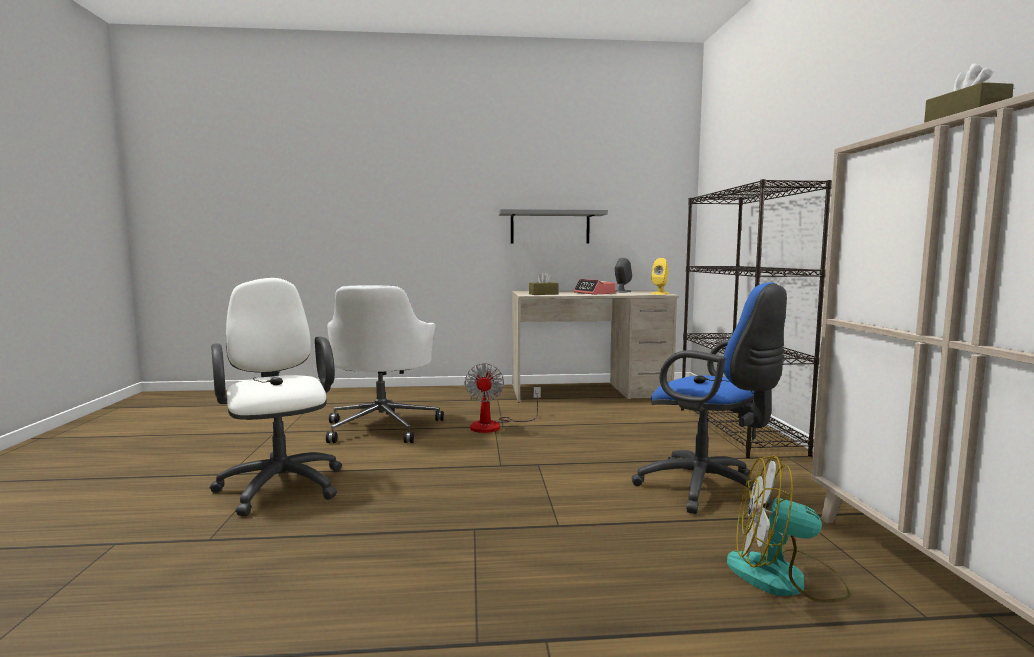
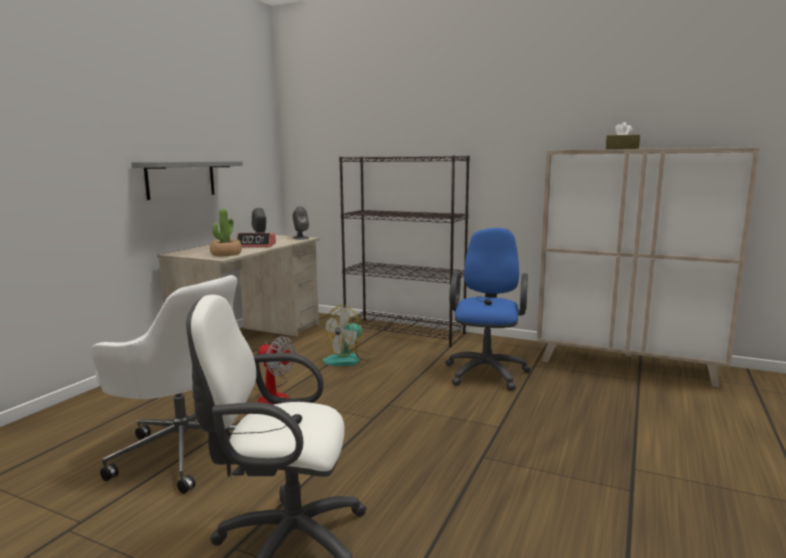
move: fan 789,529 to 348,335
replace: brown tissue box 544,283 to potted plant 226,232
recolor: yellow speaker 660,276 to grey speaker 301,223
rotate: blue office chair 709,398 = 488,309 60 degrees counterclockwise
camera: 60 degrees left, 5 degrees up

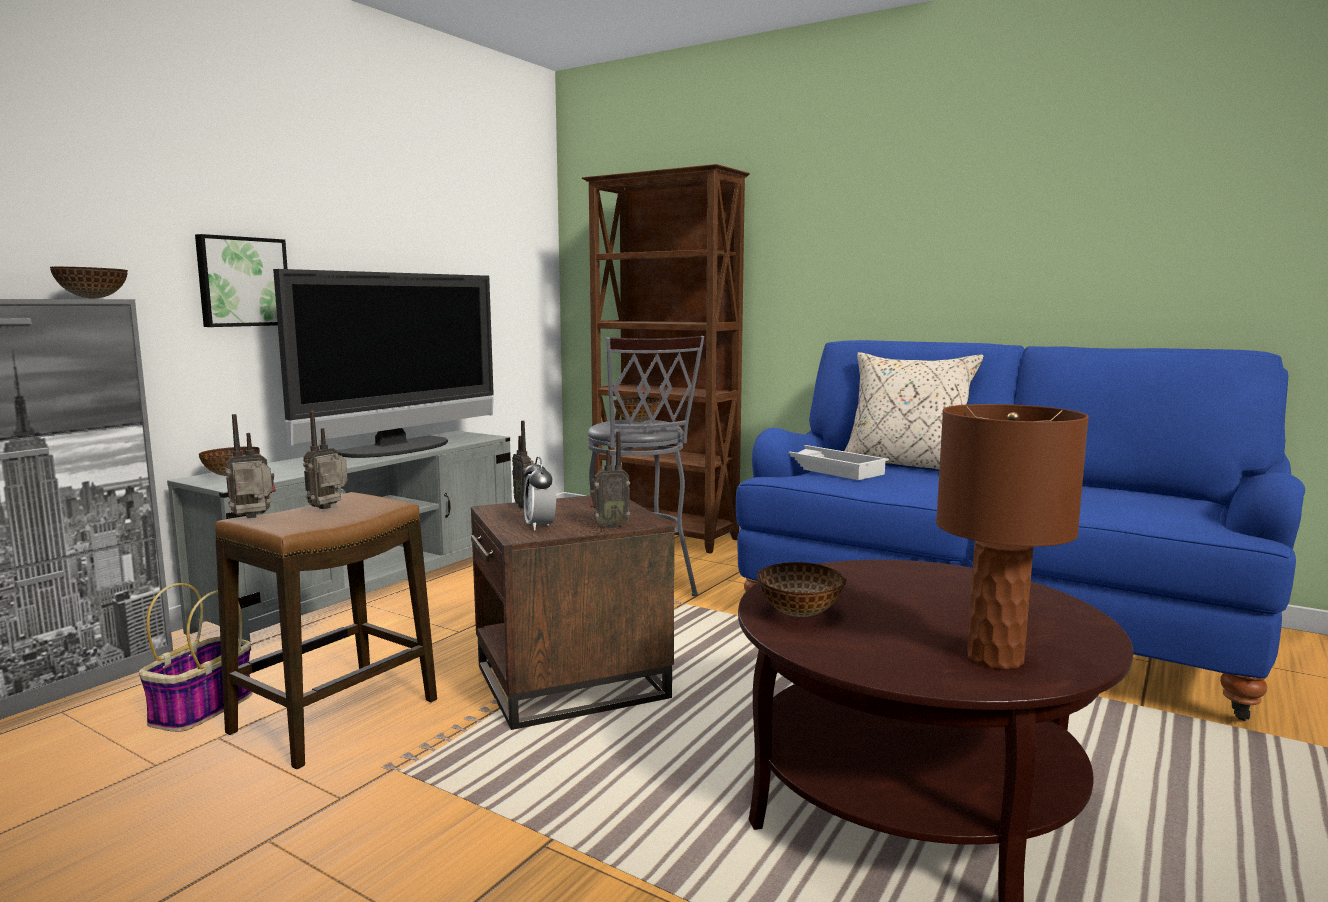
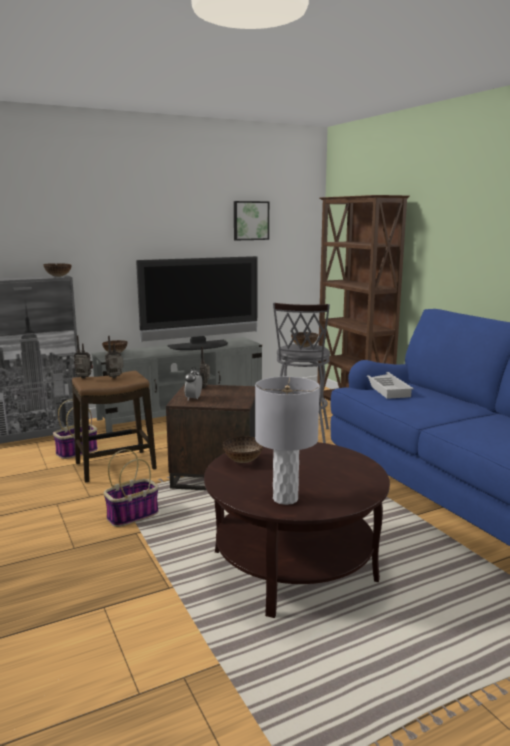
delete: radio 610,479; beige pillow 914,411
insert: basket 131,488
move: picture 241,280 to 251,220
recolor: brown table lamp 1012,537 to grey table lamp 287,441
camera: 30 degrees right, 5 degrees up

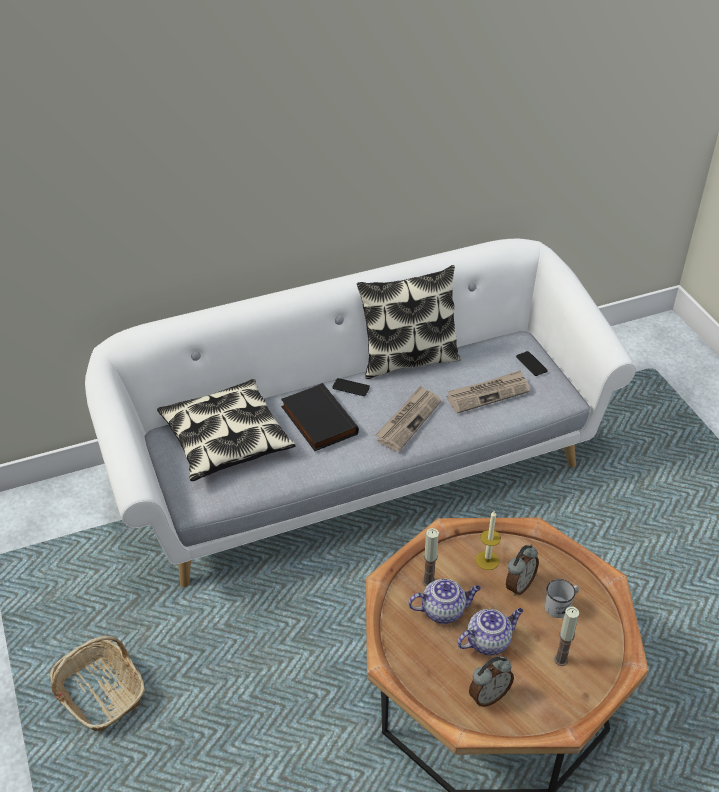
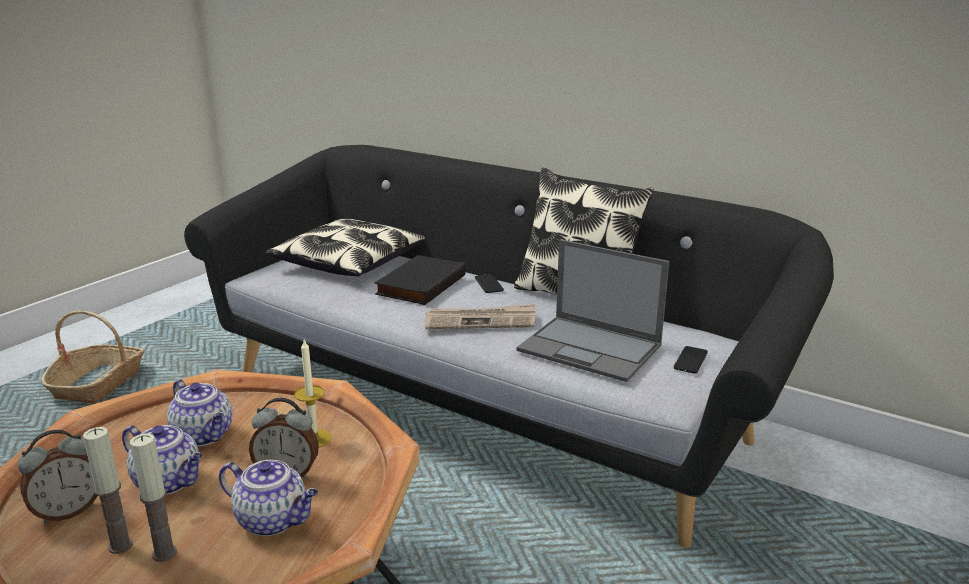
move: candle 430,557 to 108,490
replace: white mug 561,598 to teapot 268,498; newspaper 488,392 to laptop 593,310
recolor: white sofa 360,413 to black sofa 509,346
rotate: alarm clock 491,681 = 58,477 60 degrees counterclockwise
camera: 55 degrees right, 20 degrees down

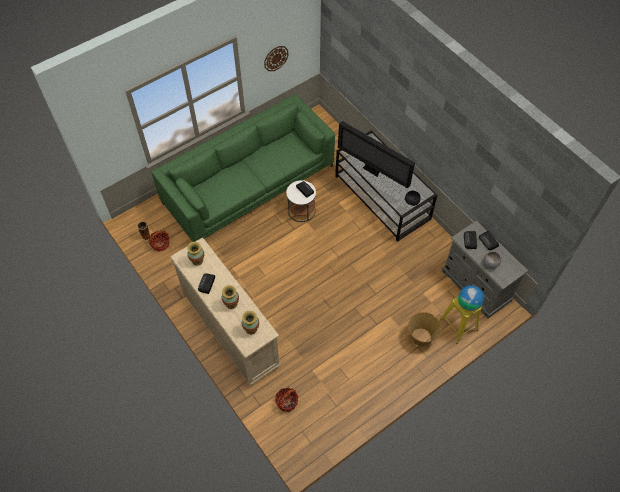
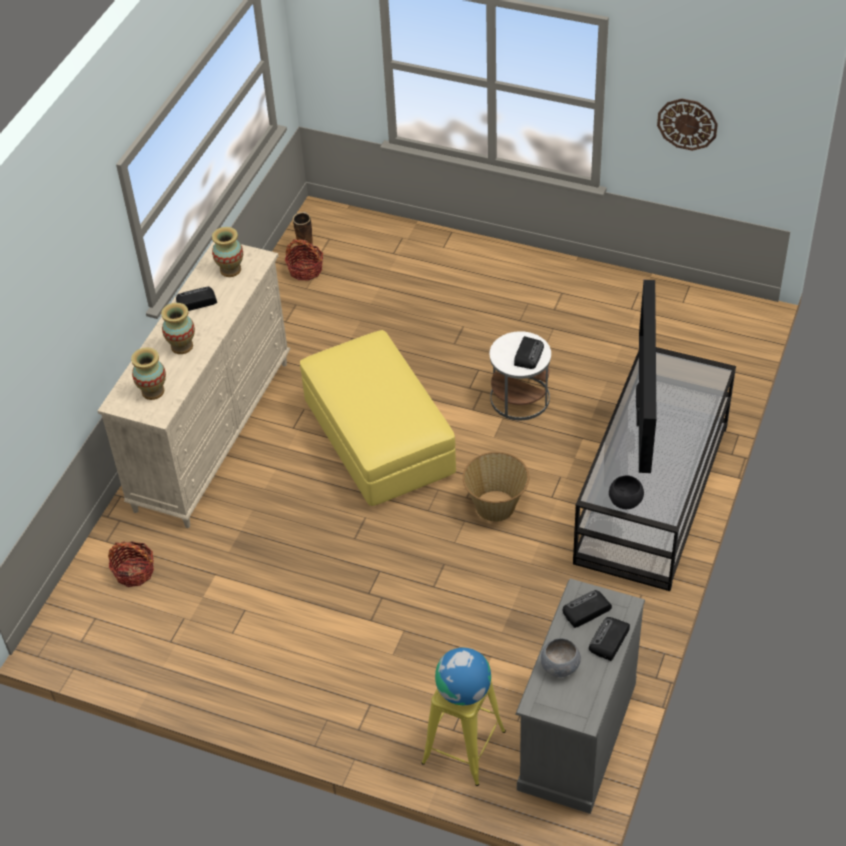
delete: green sofa 243,168
insert: yellow ottoman 378,418
move: basket 425,329 to 496,487
camera: 60 degrees right, 10 degrees down

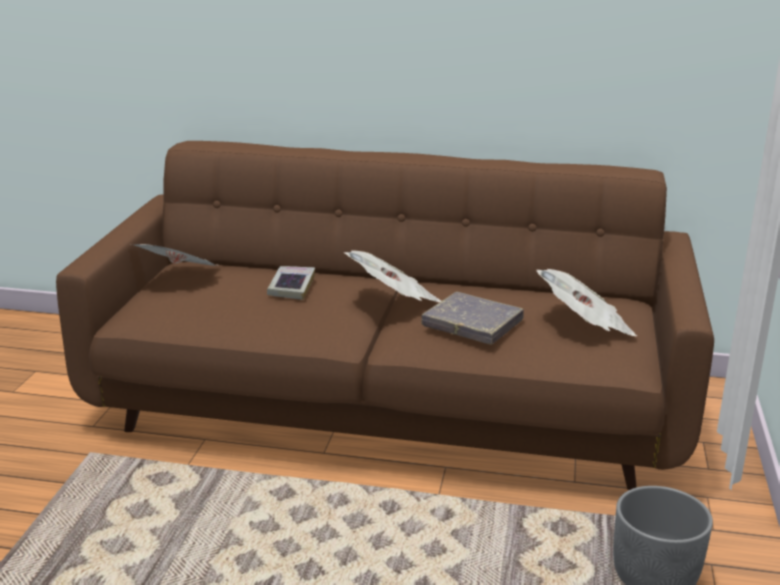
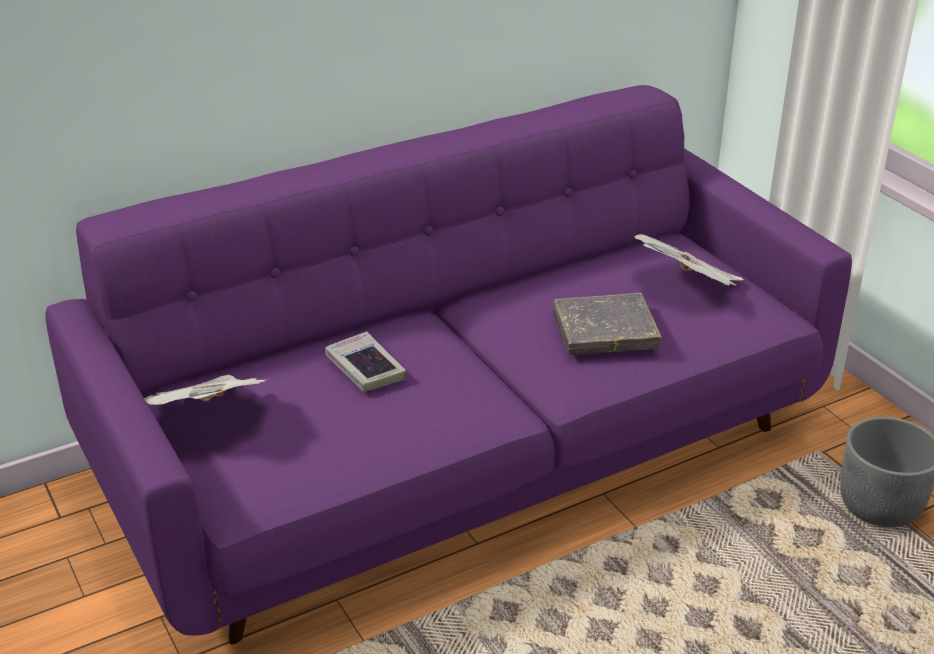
delete: newspaper 392,276
recolor: brown sofa 385,315 to purple sofa 448,364
camera: 40 degrees left, 10 degrees up

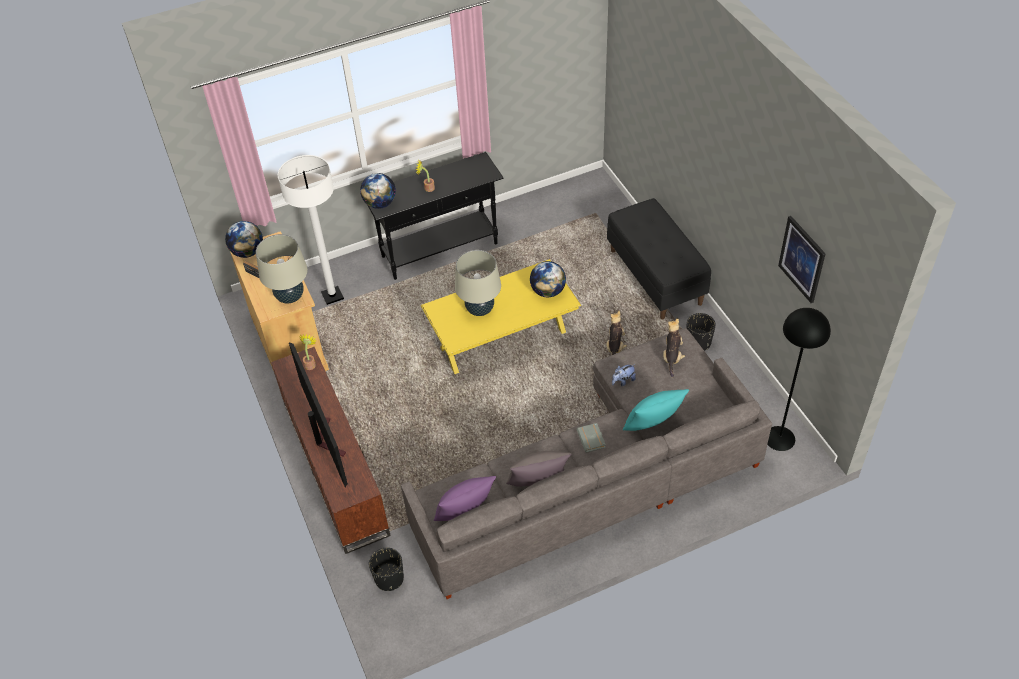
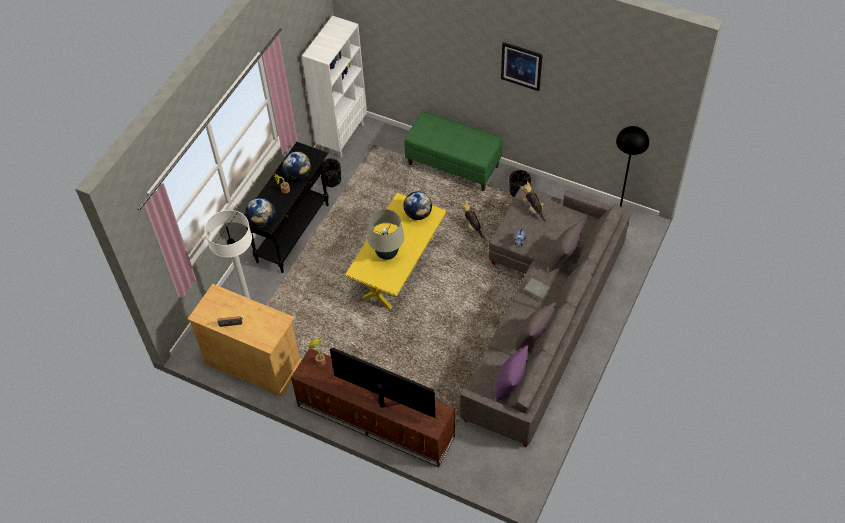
delete: beige table lamp 282,268
insert: white bookcase 334,86
move: globe 244,239 to 296,165; black planter 386,569 to 332,173; picture 802,259 to 522,66
recolor: black bench 659,258 to green bench 453,151; turquoise pillow 656,410 to grey pillow 565,246
camera: 40 degrees left, 5 degrees up

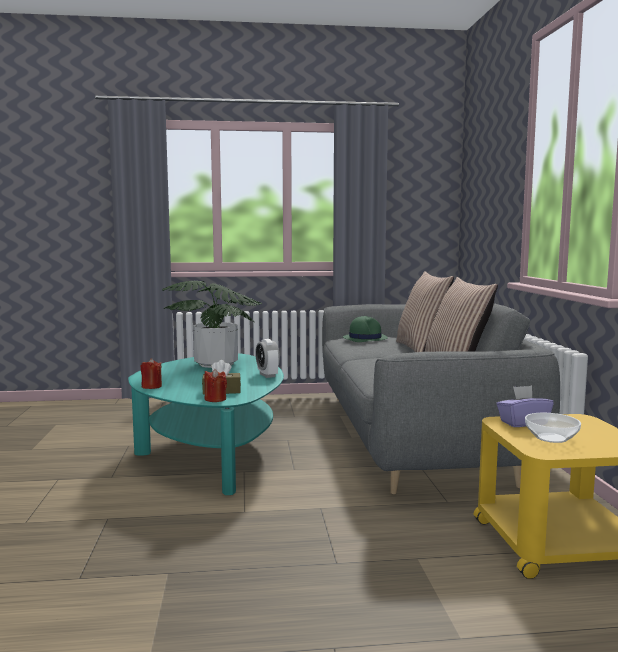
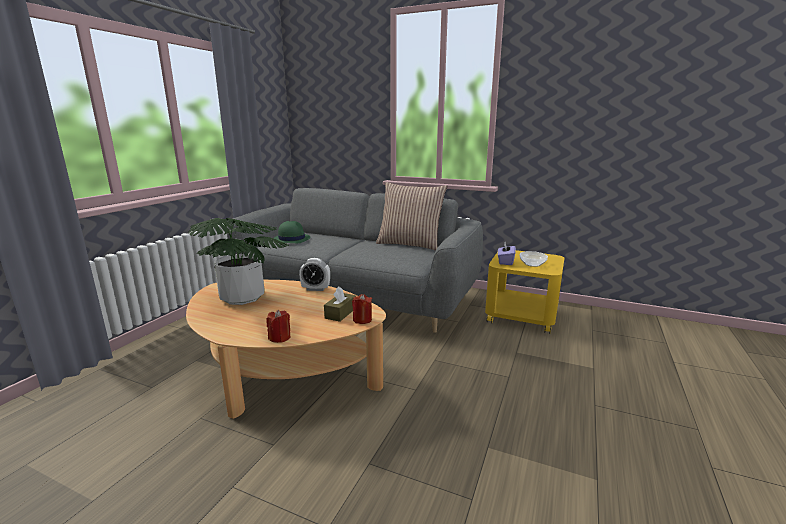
delete: pillow 425,311
recolor: turquoise coffee table 206,424 to beige coffee table 286,349
camera: 60 degrees left, 10 degrees up

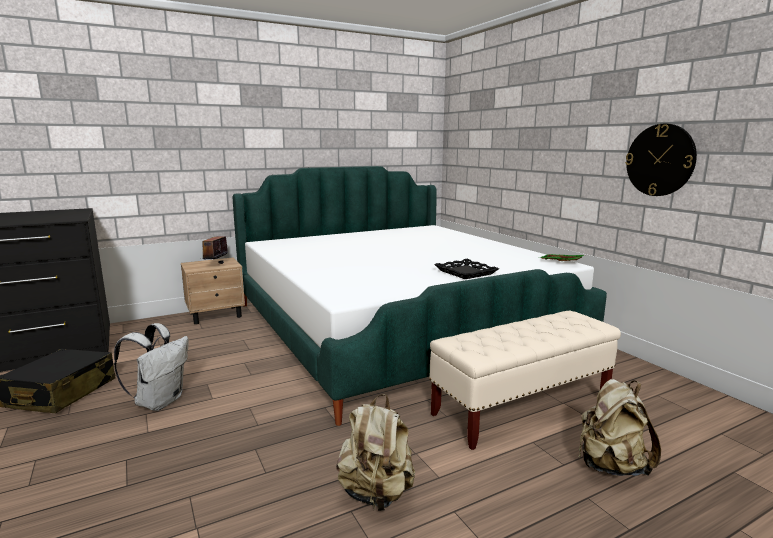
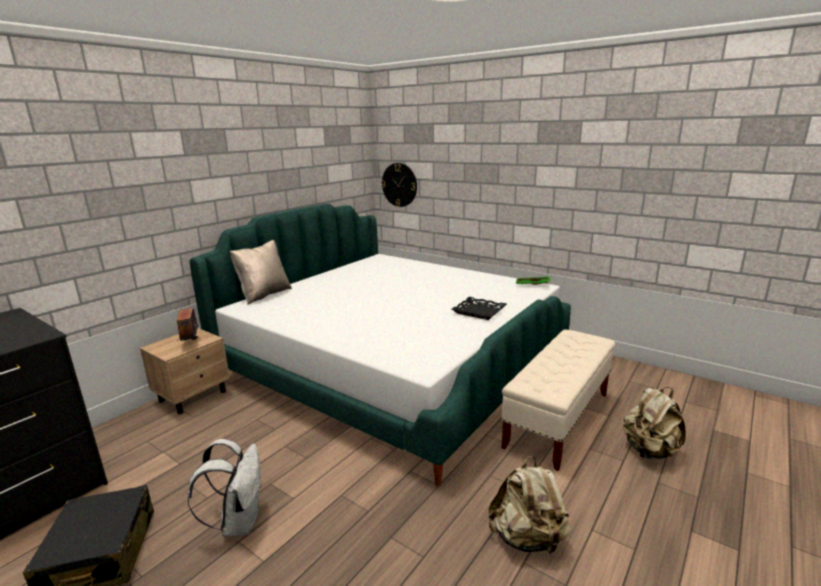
insert: beige pillow 261,272
move: wall clock 661,160 to 399,185
camera: 25 degrees left, 5 degrees up

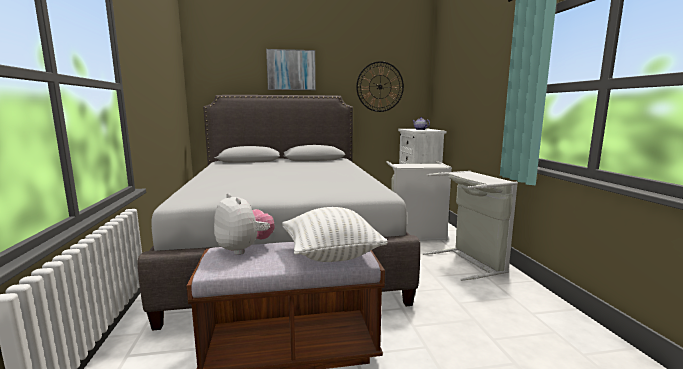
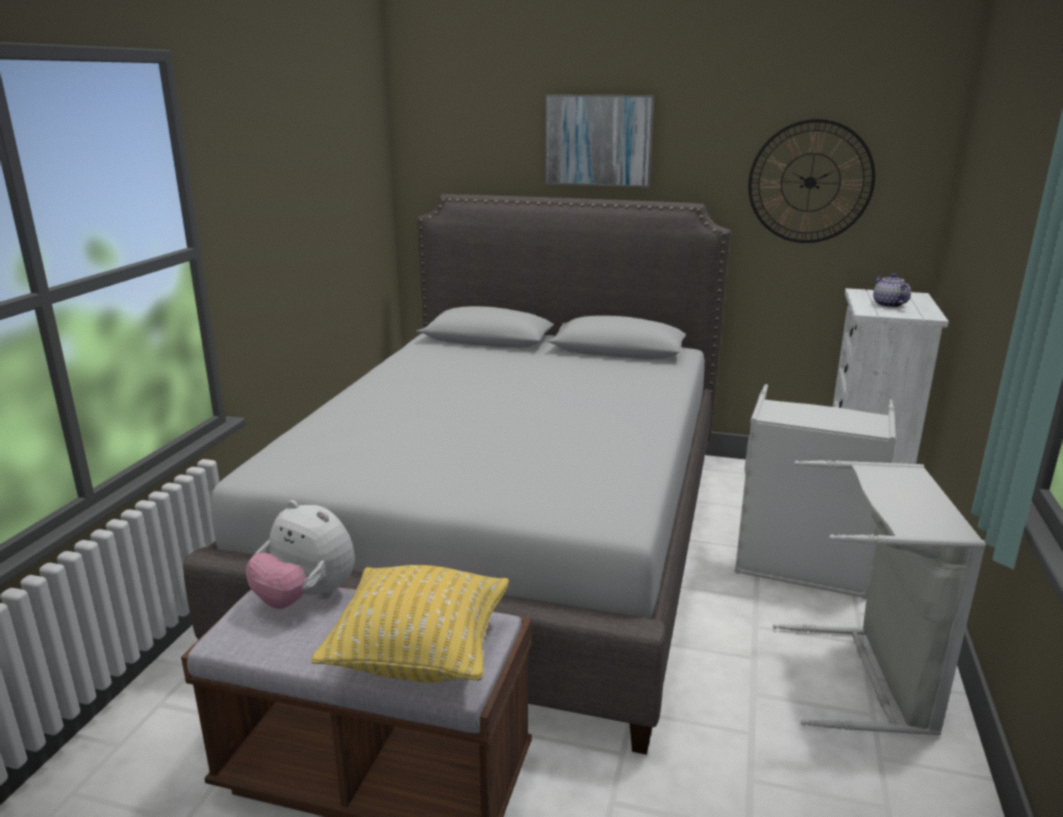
recolor: white pillow 335,234 to yellow pillow 410,623
rotate: plush toy 244,224 = 300,554 135 degrees clockwise
camera: 25 degrees right, 10 degrees up

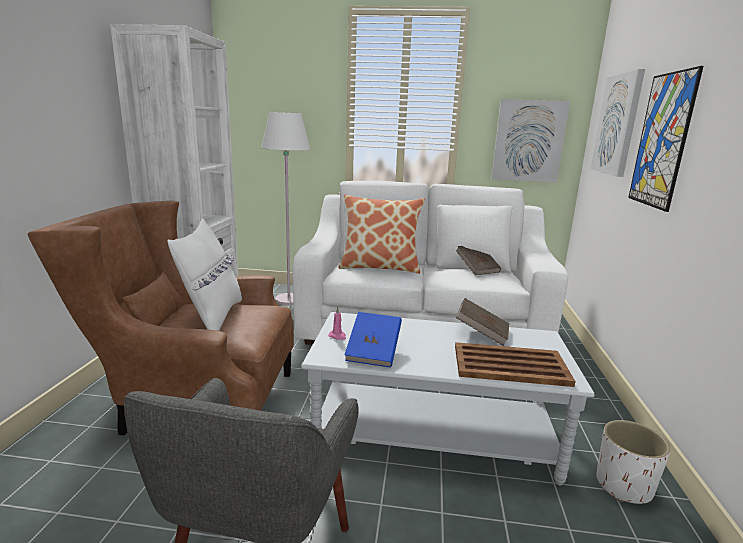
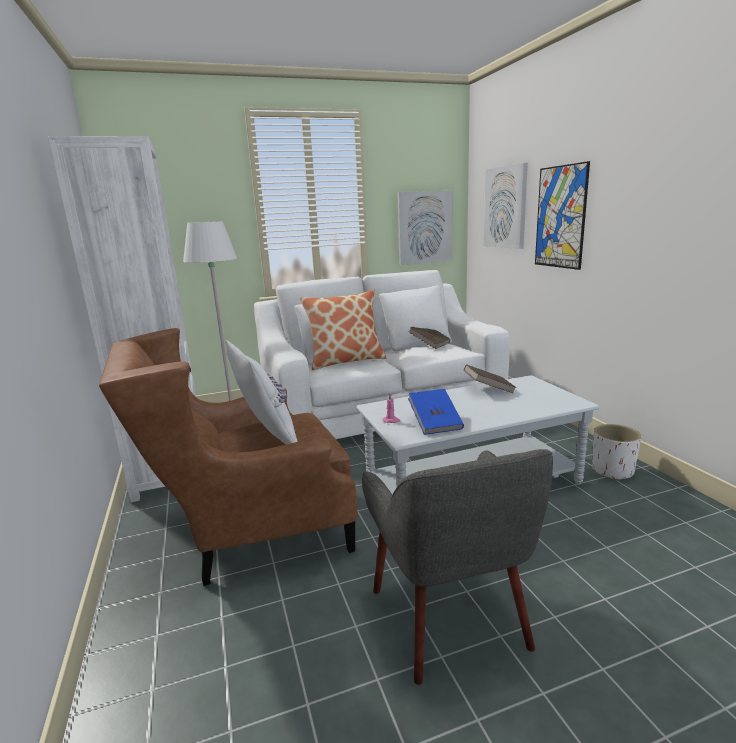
delete: brown tray 515,364
camera: 25 degrees left, 0 degrees up

